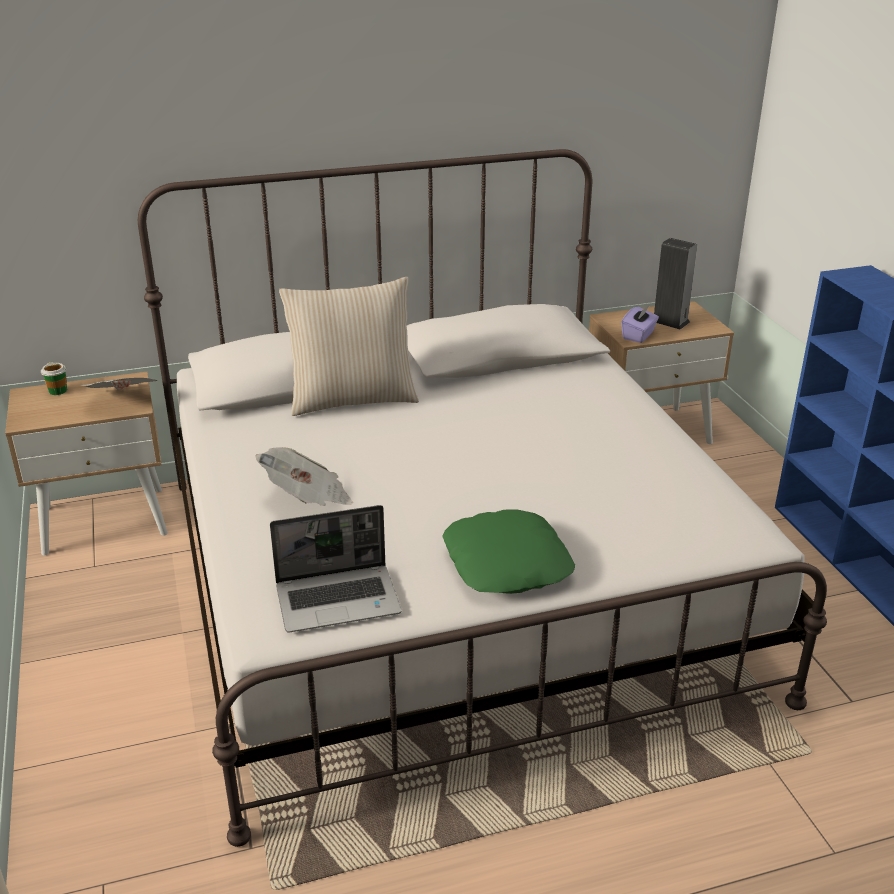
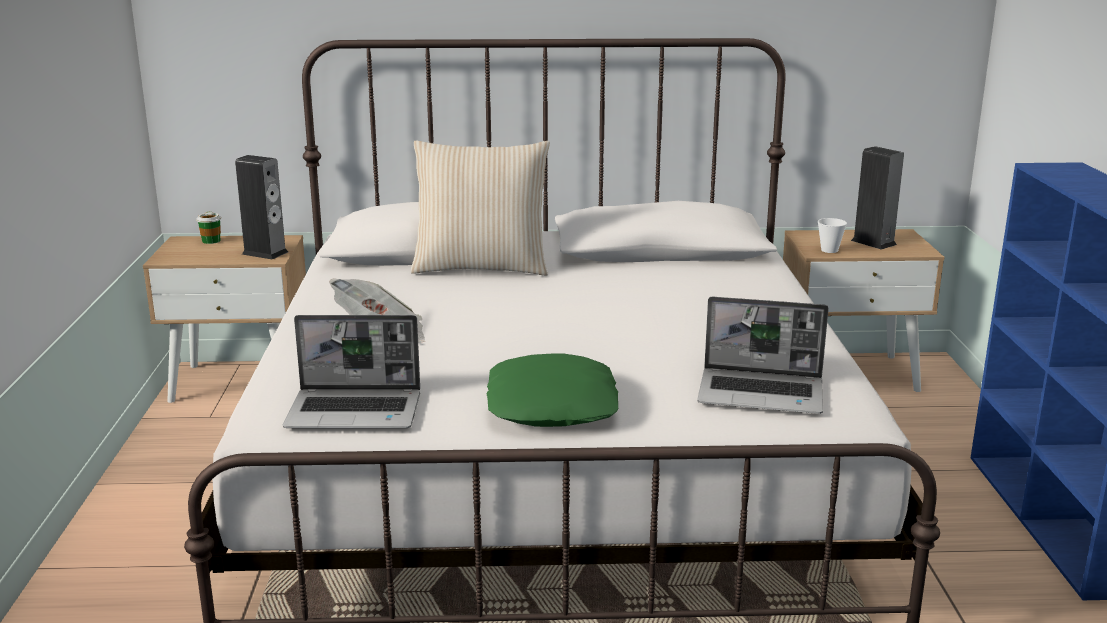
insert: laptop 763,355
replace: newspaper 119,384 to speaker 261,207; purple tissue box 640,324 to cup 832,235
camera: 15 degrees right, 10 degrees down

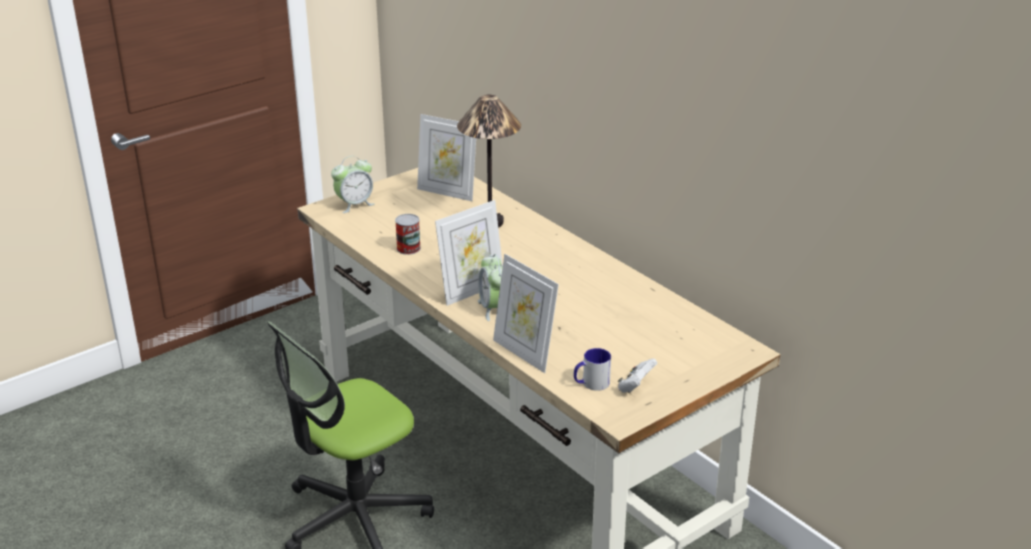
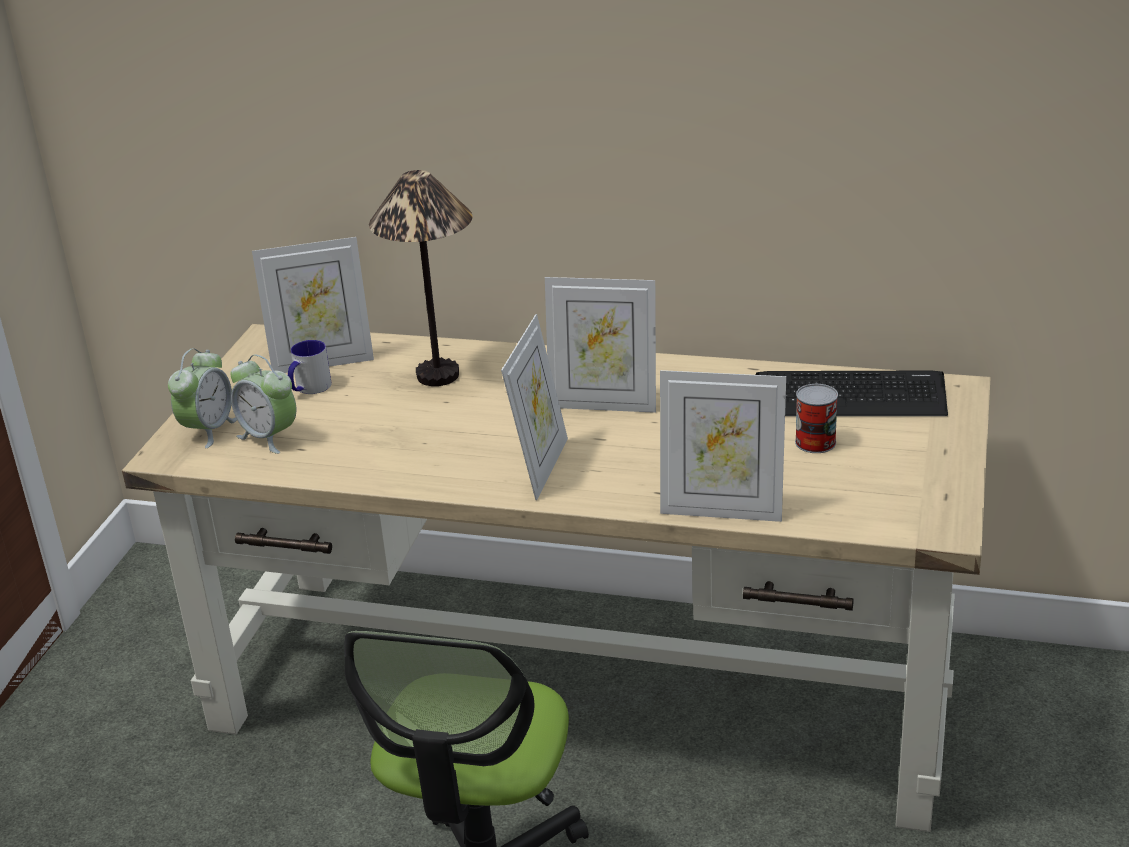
delete: white game controller 637,375
insert: picture frame 600,345; keyboard 852,393
move: alarm clock 490,287 to 263,404; mug 592,369 to 309,367; can 408,234 to 816,418
camera: 35 degrees left, 0 degrees up

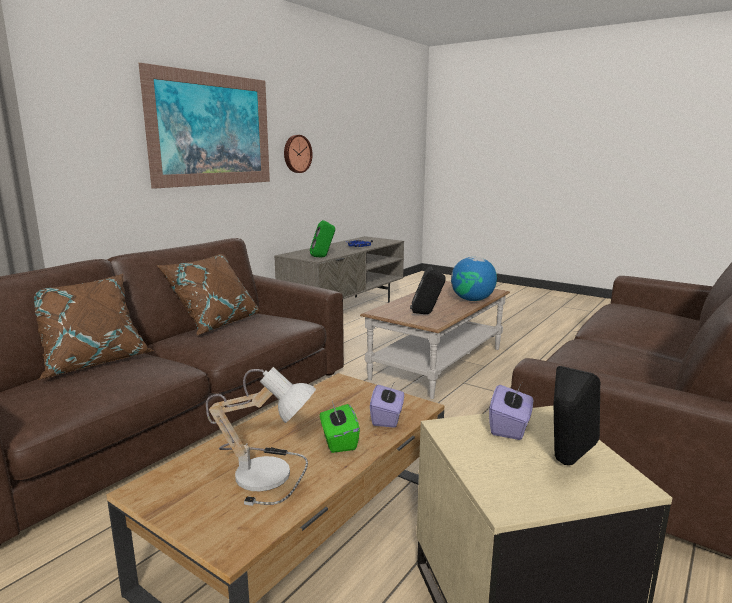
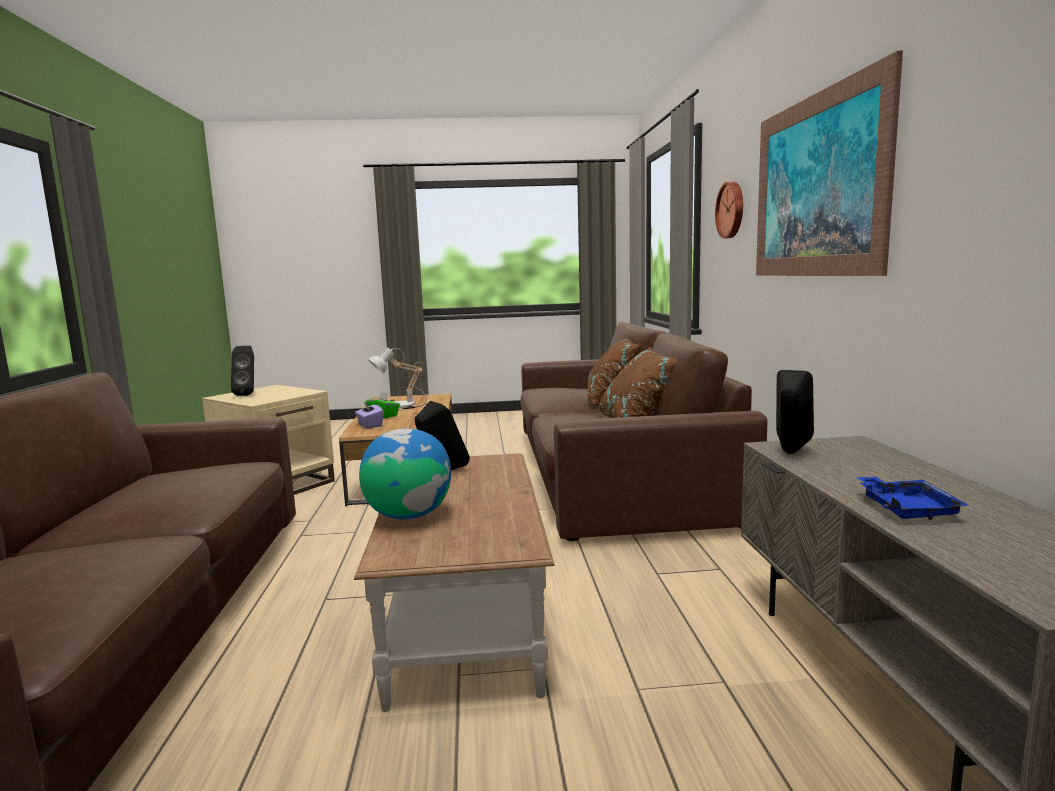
delete: purple tissue box 511,411
move: wall clock 298,154 to 729,210
recolor: green speaker 322,238 to black speaker 795,412
camera: 140 degrees right, 5 degrees down

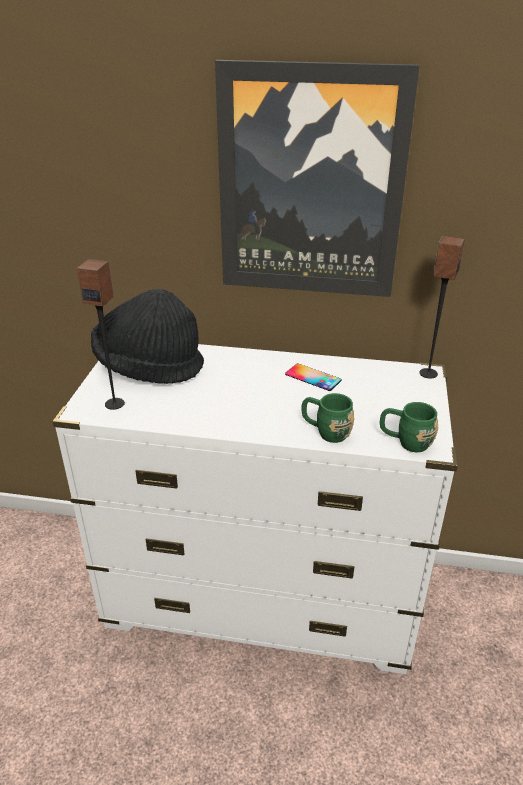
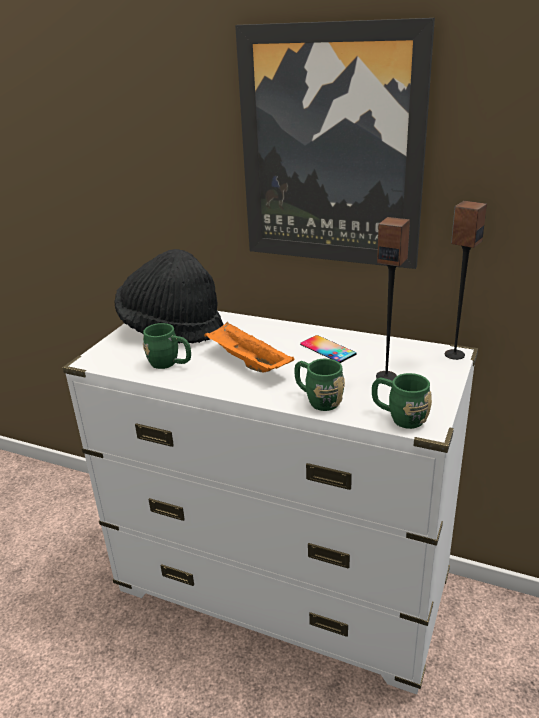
insert: green mug 167,346; orange tray 249,347
move: speaker 101,334 to 393,299
camera: 15 degrees right, 5 degrees down

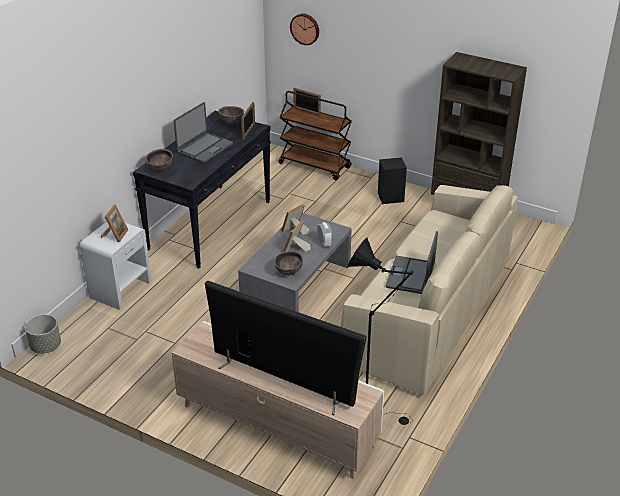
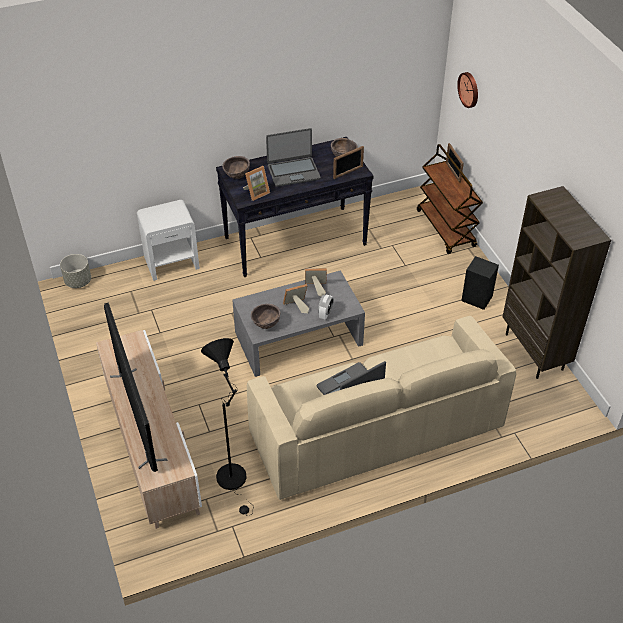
move: picture frame 115,223 to 256,183
camera: 40 degrees right, 10 degrees up

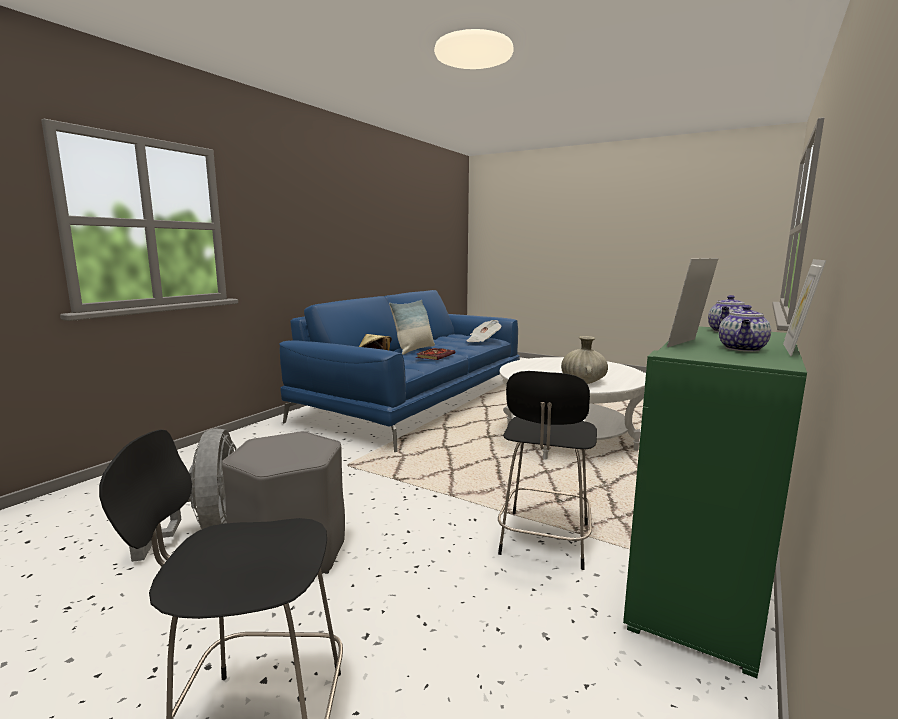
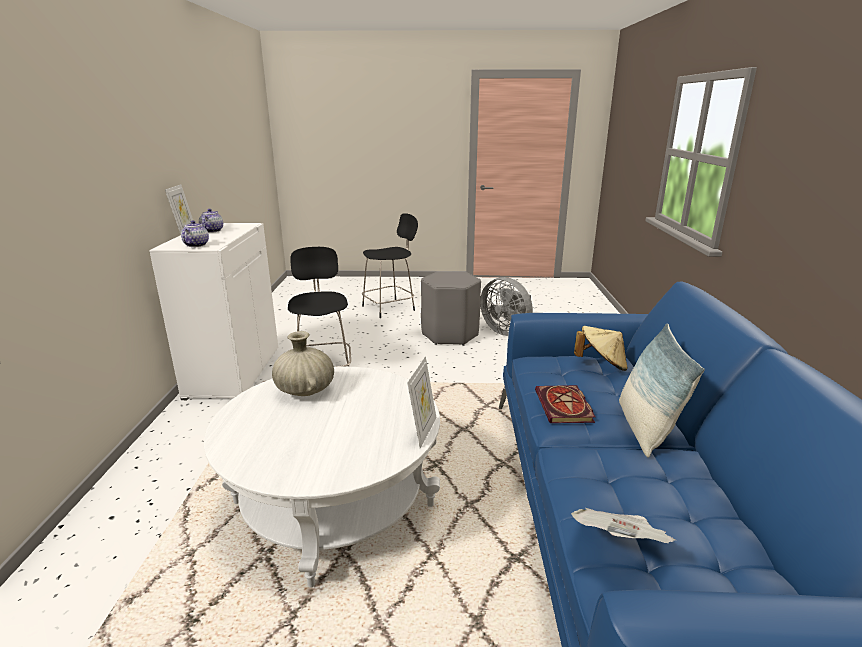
move: picture frame 693,302 to 422,402
recolor: green cabinet 715,502 to white cabinet 213,311
camera: 150 degrees right, 10 degrees up

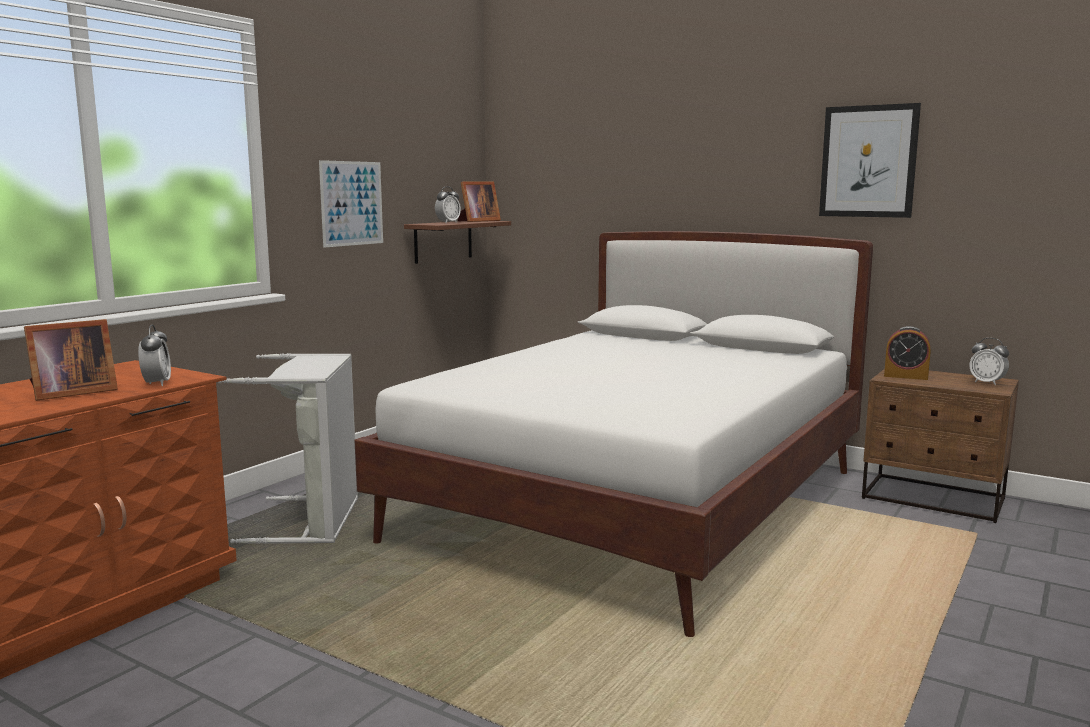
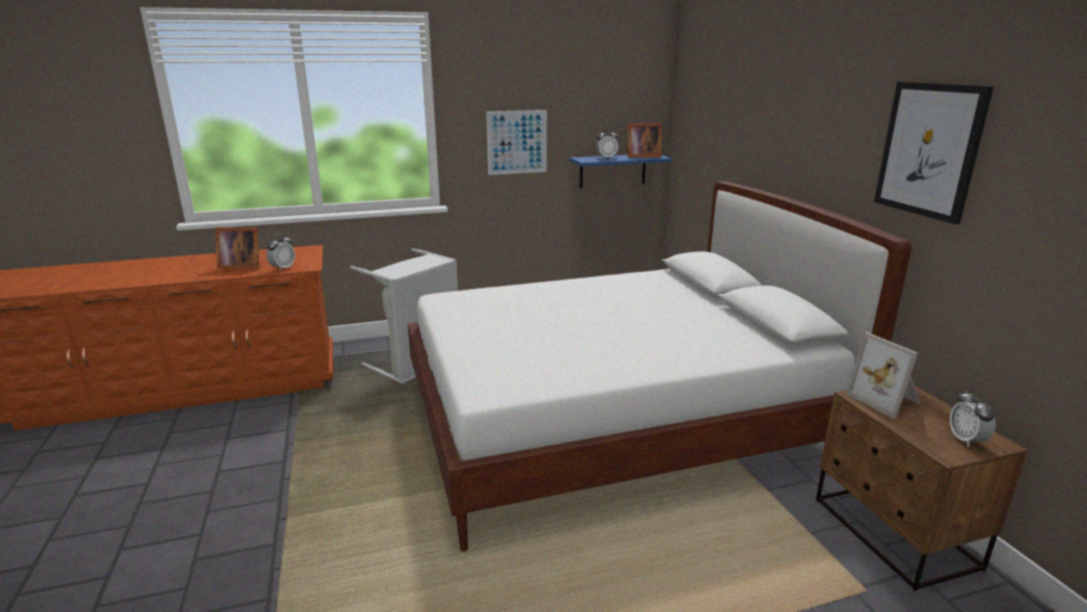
replace: alarm clock 907,353 to picture frame 883,375
recolor: brown shelf 457,242 to blue shelf 620,171
camera: 40 degrees right, 10 degrees up

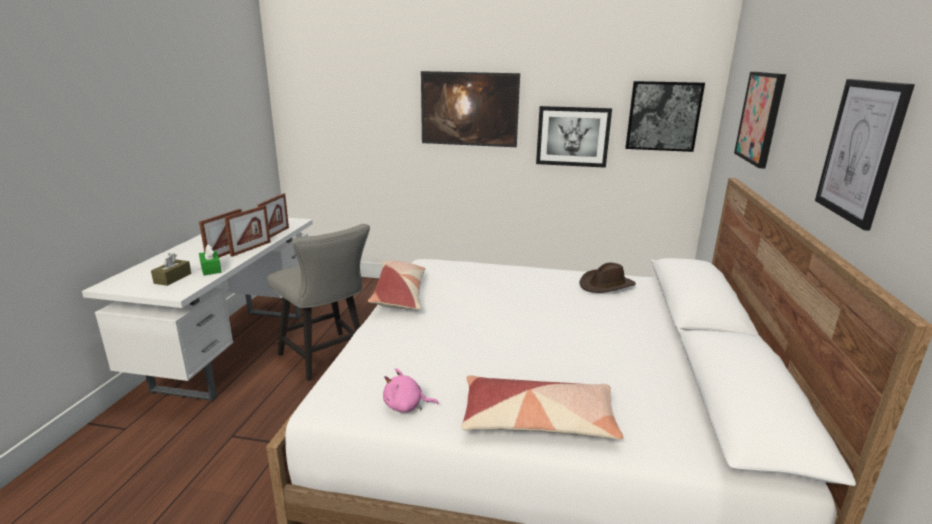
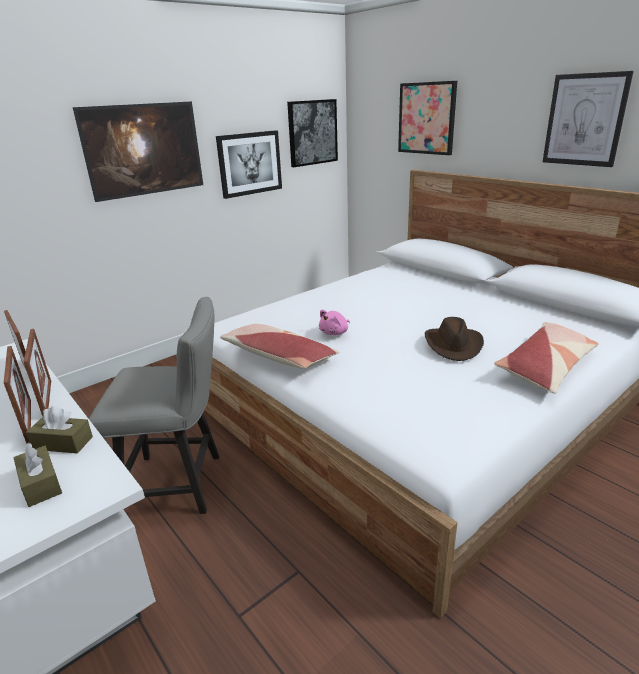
move: pink plush toy 411,390 to 334,322; brown hat 608,278 to 454,339
recolor: green tissue box 210,259 to brown tissue box 59,430
camera: 50 degrees left, 5 degrees up

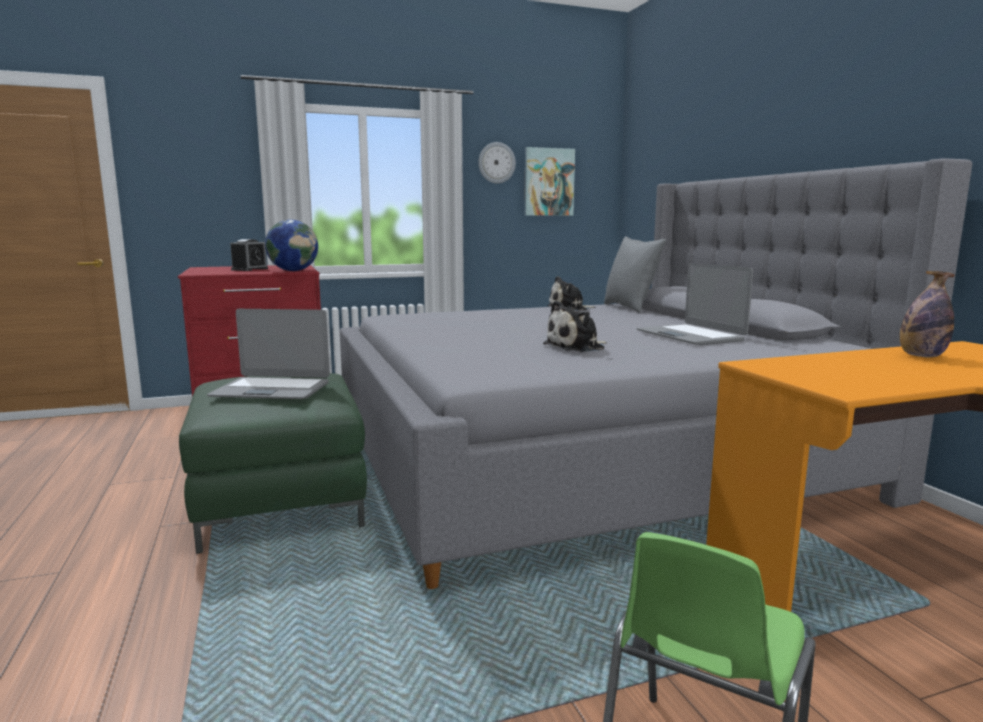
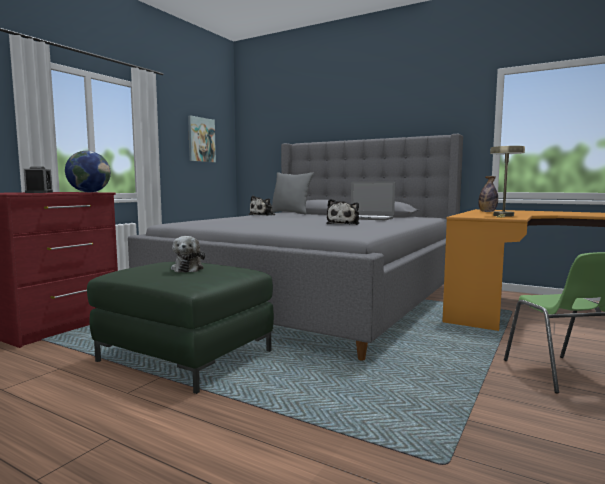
delete: wall clock 497,162
insert: beige table lamp 507,182
replace: laptop 268,354 to plush toy 188,254
camera: 40 degrees left, 5 degrees down

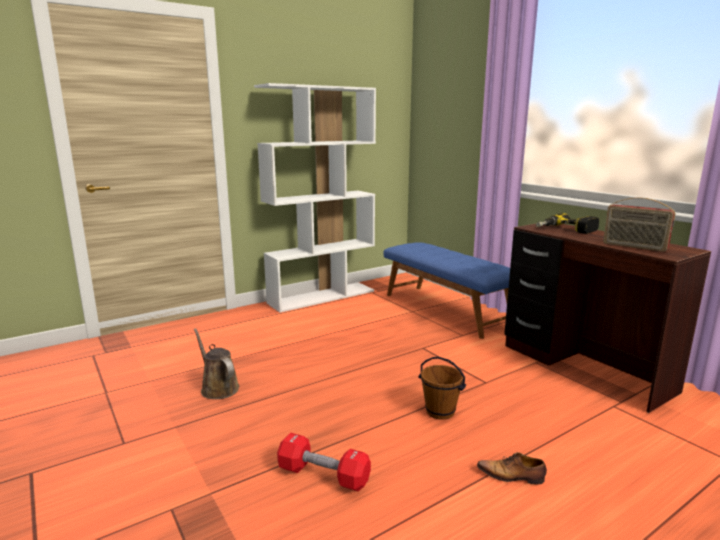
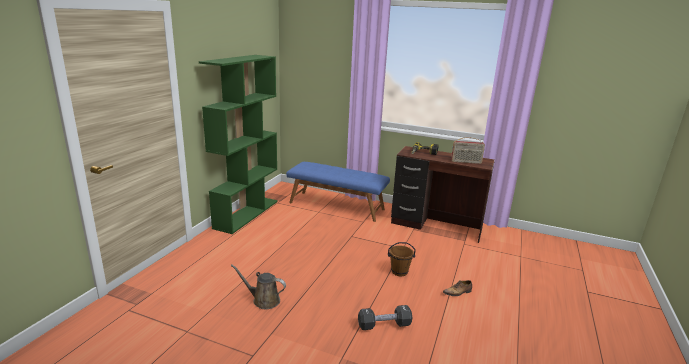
recolor: white bookcase 315,198 to green bookcase 238,144; red dumbbell 324,462 to black dumbbell 385,317
camera: 35 degrees left, 5 degrees up

